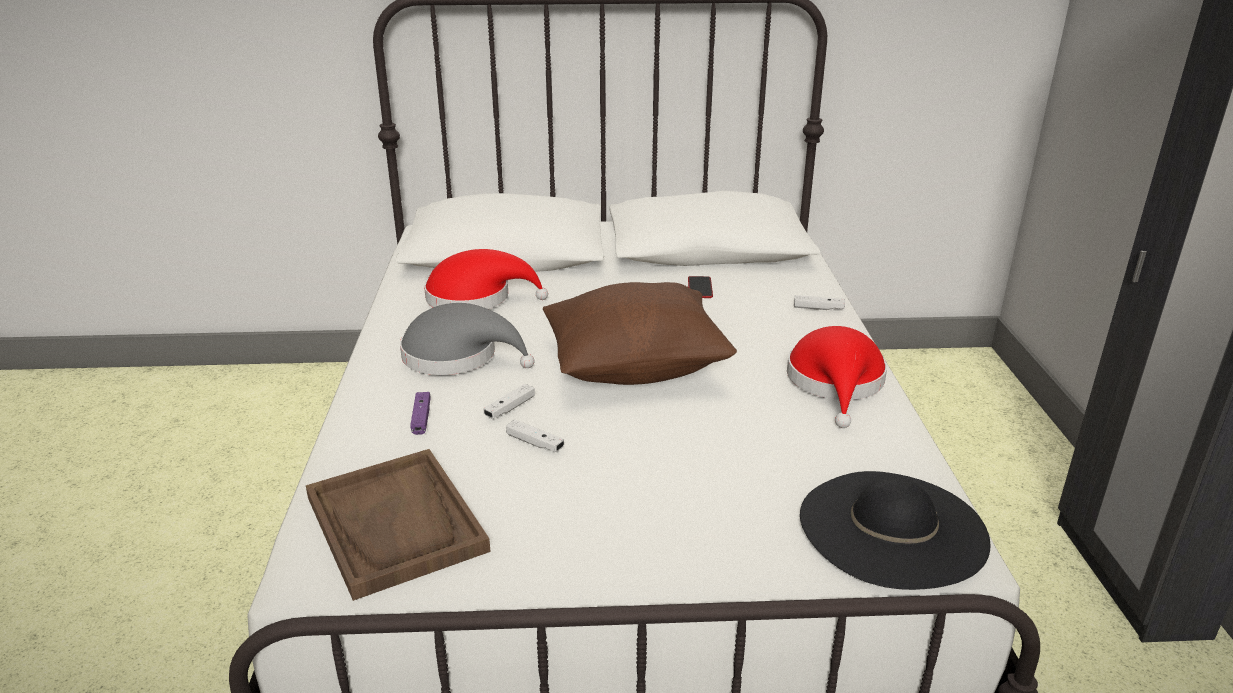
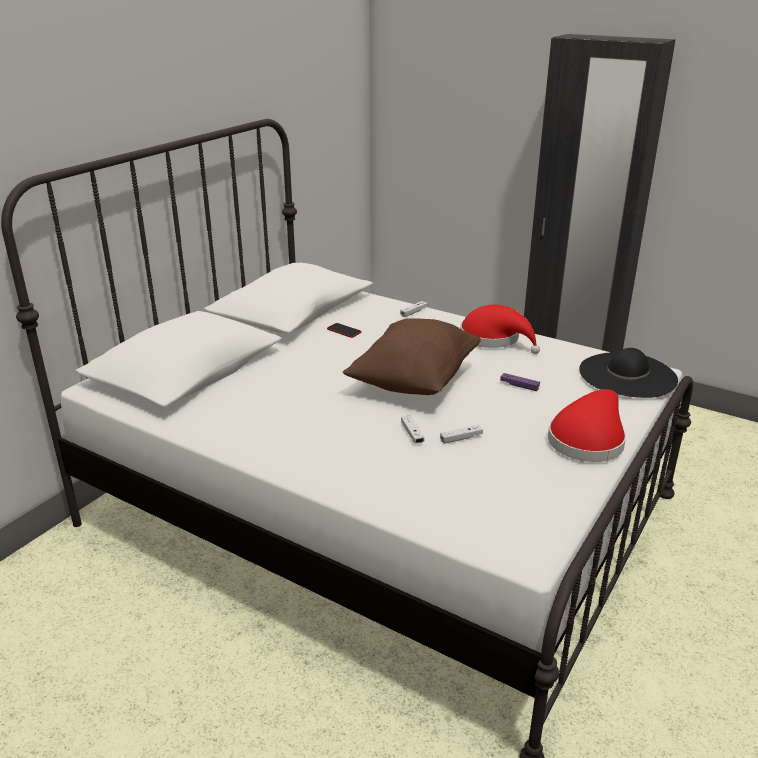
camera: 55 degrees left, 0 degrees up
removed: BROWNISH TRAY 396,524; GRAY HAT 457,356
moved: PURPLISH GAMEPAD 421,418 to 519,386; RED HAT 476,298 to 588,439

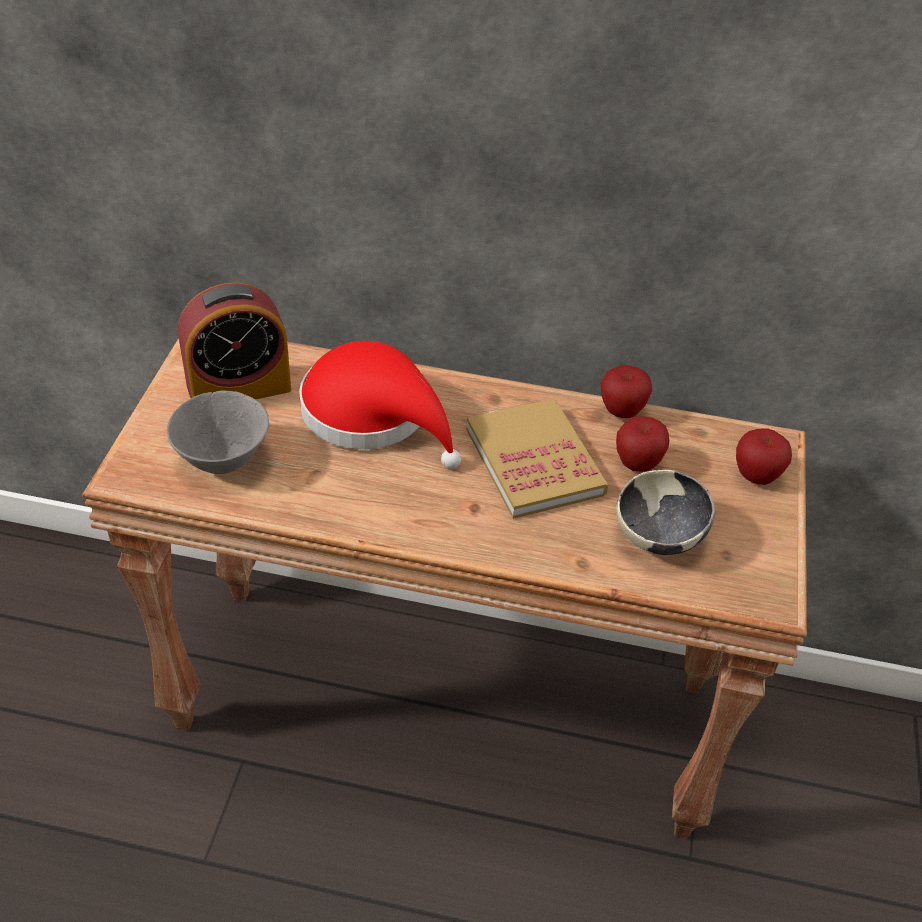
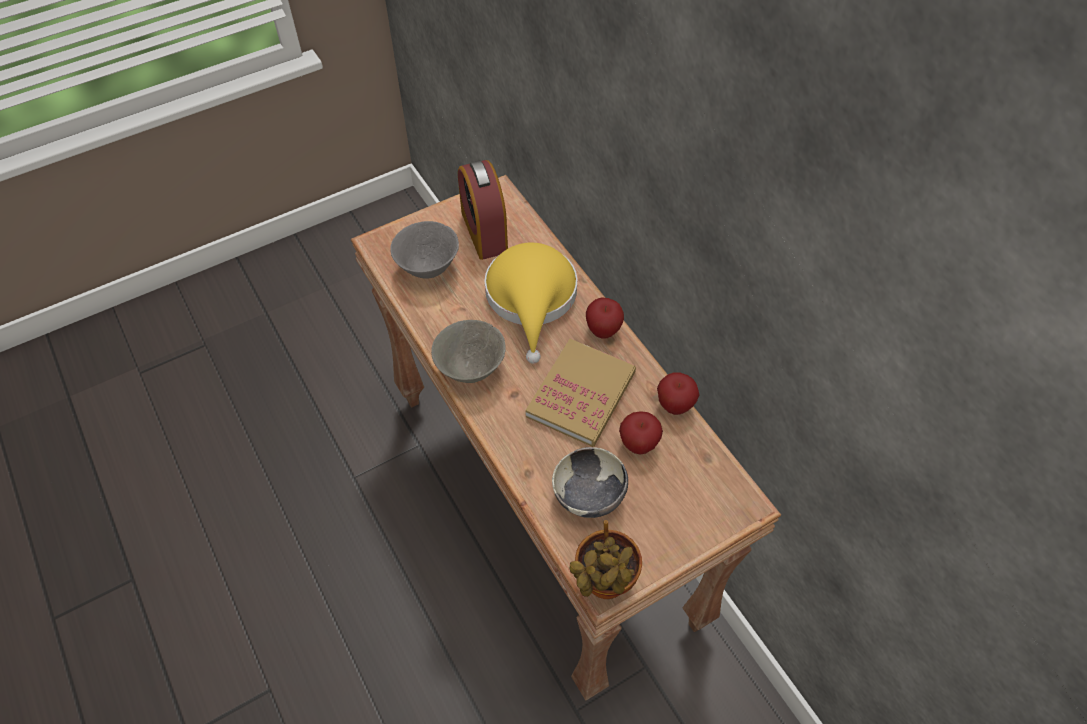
camera: 50 degrees right, 10 degrees up
added: GRAY DEEP DISH 470,369; HOUSEPLANT 603,585
moved: APPLE FRUIT 755,476 to 603,331
recoloured: RED HAT 374,415 to YELLOW HAT 532,299
turned: BEDSIDE CLOCK 239,388 = 484,232 45 degrees clockwise

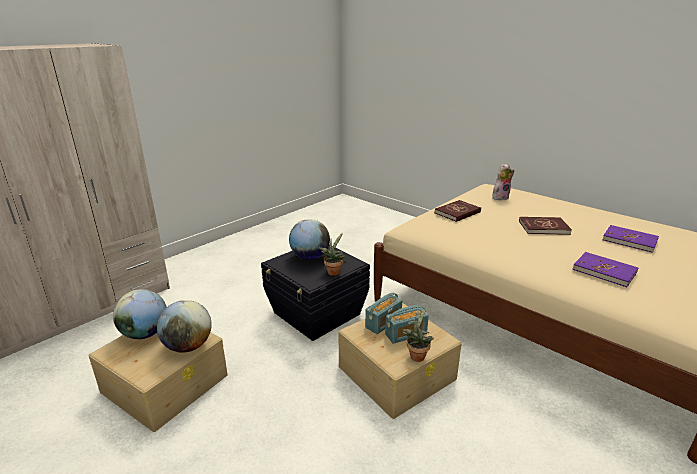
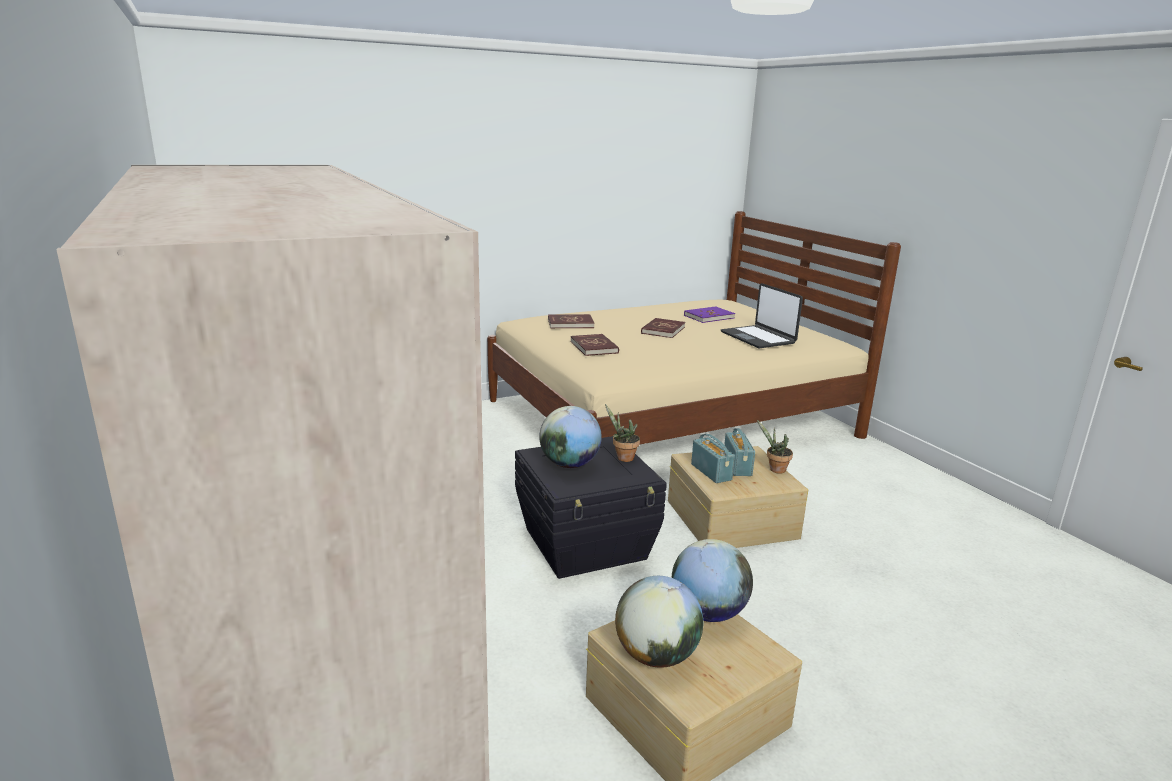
camera: 70 degrees left, 5 degrees down
replaced: CUDDLY TOY 500,197 to RED VOLUME 570,324; PURPLISH VOLUME 604,271 to NOTEBOOK COMPUTER 758,338

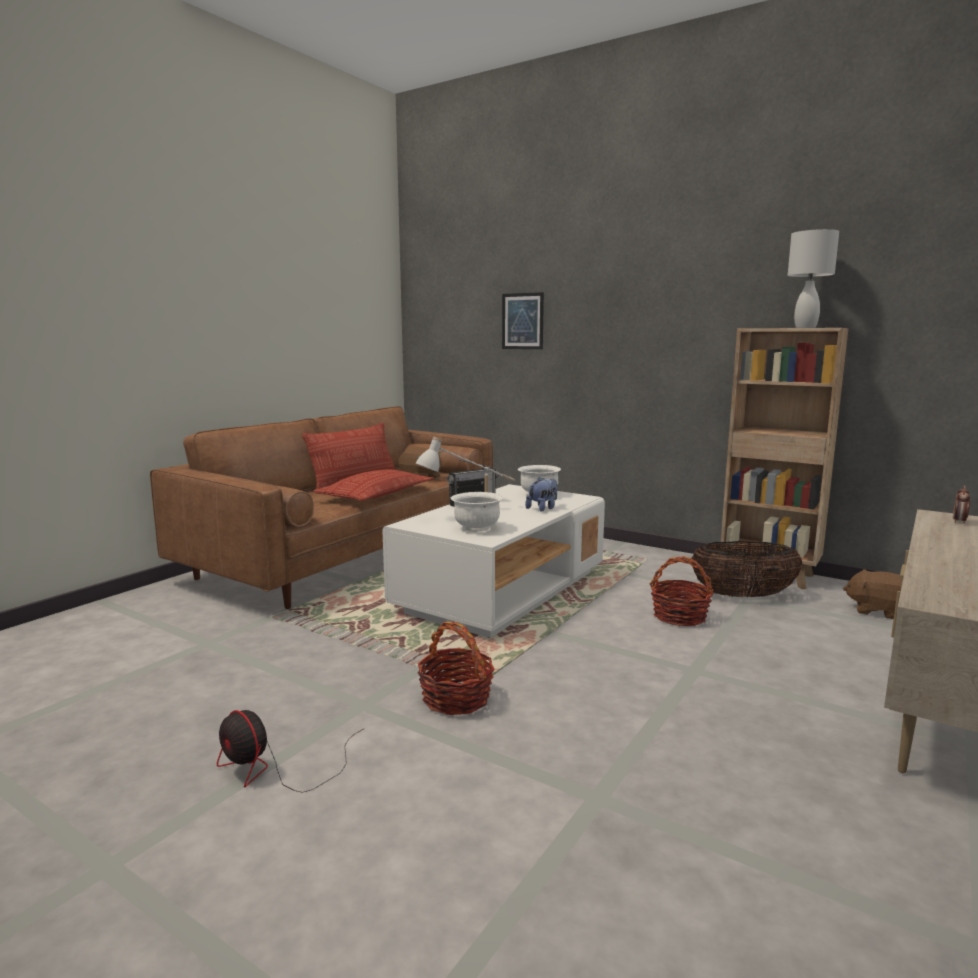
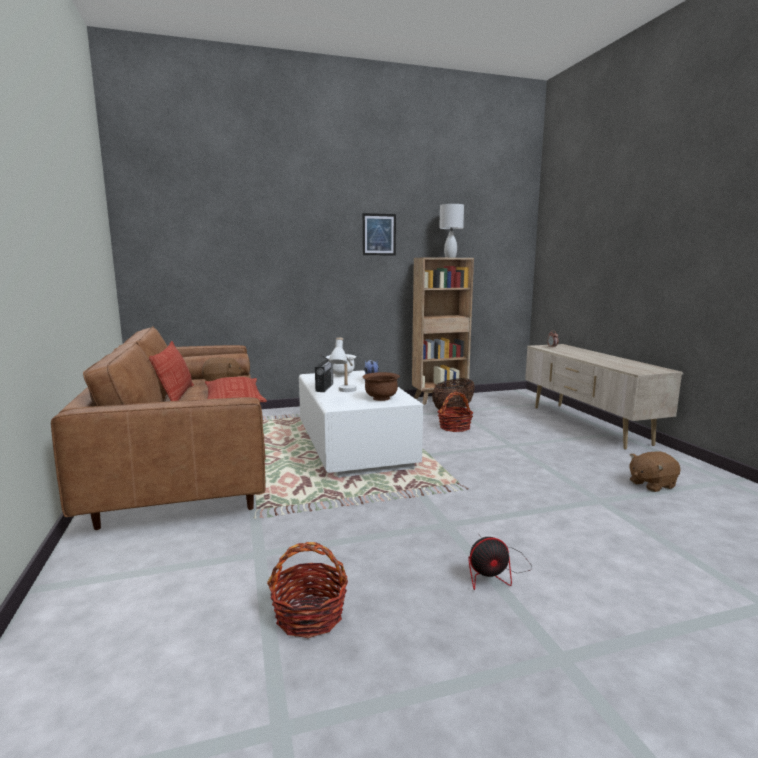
camera: 50 degrees left, 0 degrees up
moved: STORAGE BASKET 456,698 to 309,615; WALL PICTURE 522,321 to 379,234; BROWNISH CUDDLY TOY 876,610 to 651,484
recoloured: WHITISH DEEP DISH 476,528 to BROWNISH DEEP DISH 381,398

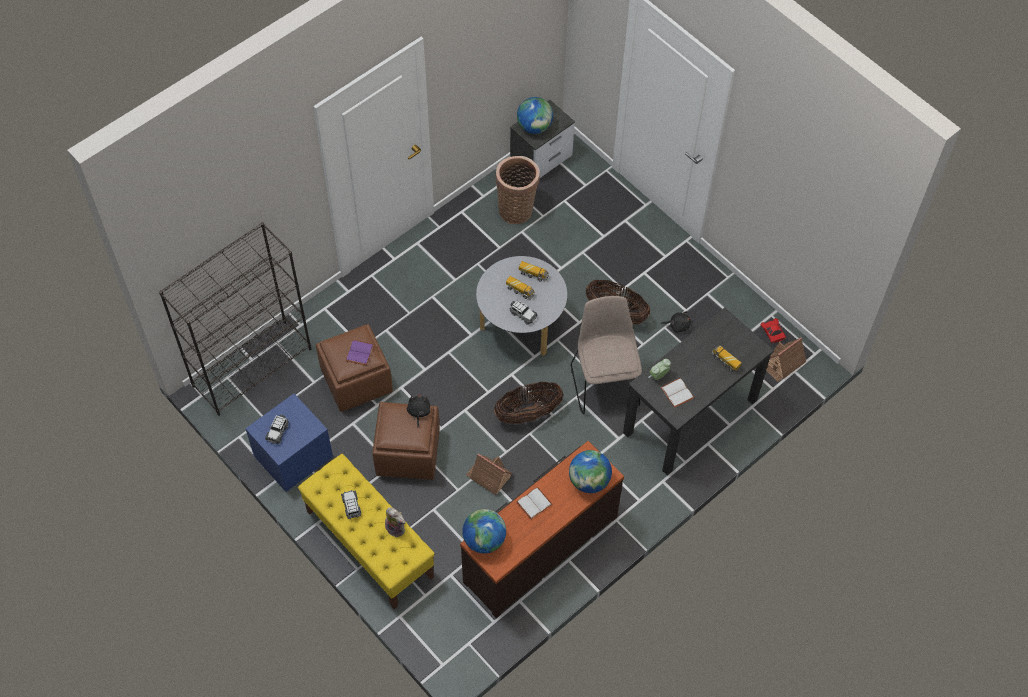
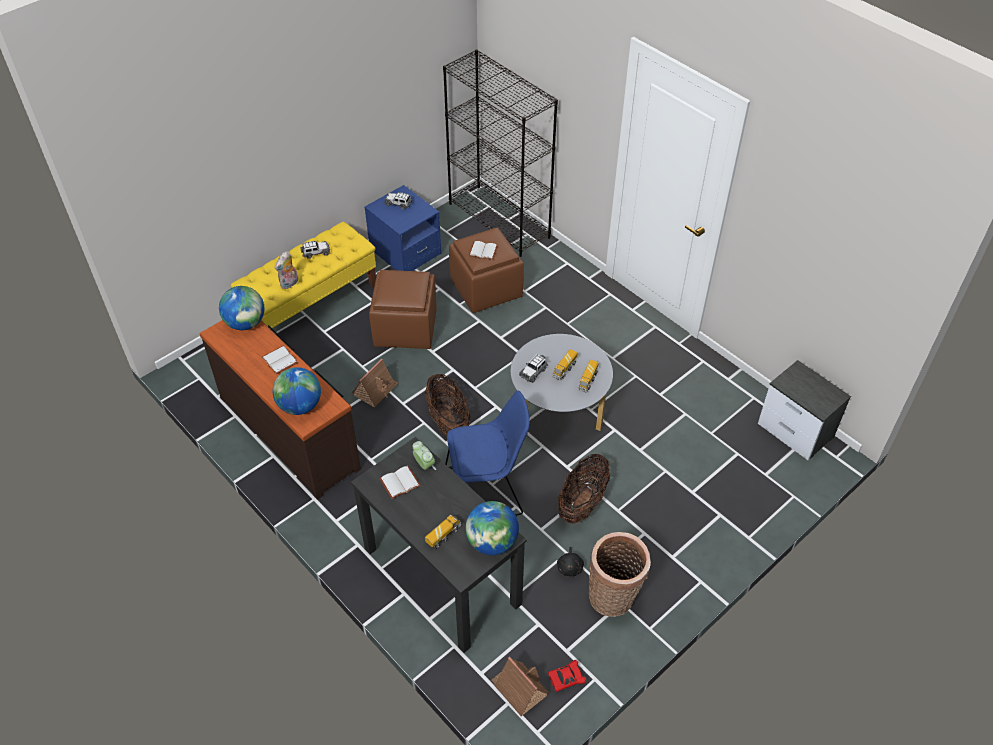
camera: 90 degrees right, 10 degrees down
removed: BLACK CUDDLY TOY 418,412
moved: DESK GLOBE 534,127 to 492,542; STORAGE BASKET 517,208 to 614,598
recoloured: BEIGE-COLOURED CHAIR 605,383 to BLUE-COLOURED CHAIR 487,490; PURPLISH VOLUME 360,353 to WHITISH VOLUME 482,252

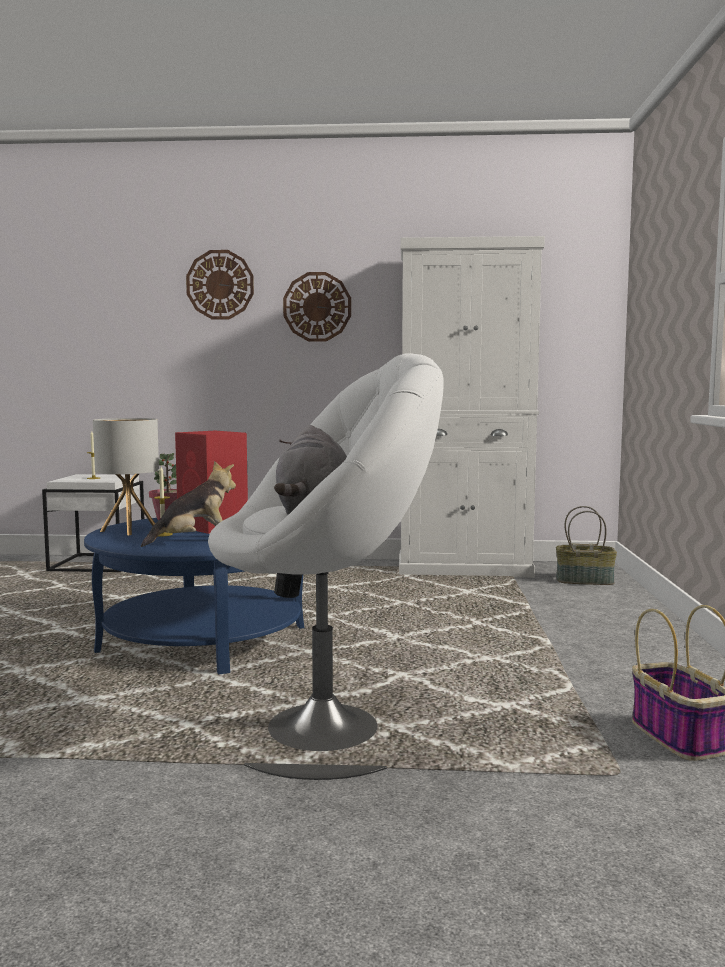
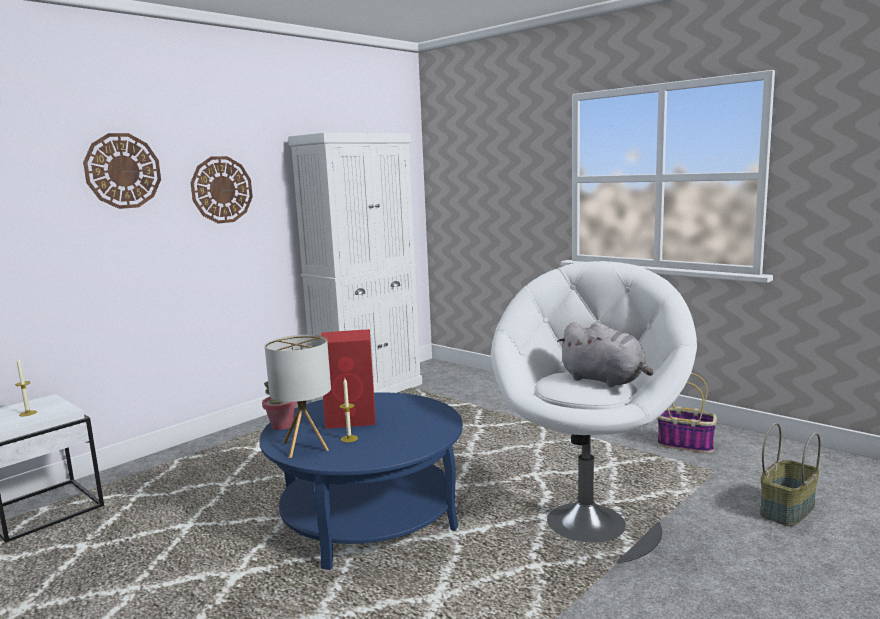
camera: 50 degrees left, 5 degrees up
removed: CUDDLY TOY 194,541
moved: STORAGE BASKET 585,580 to 786,509

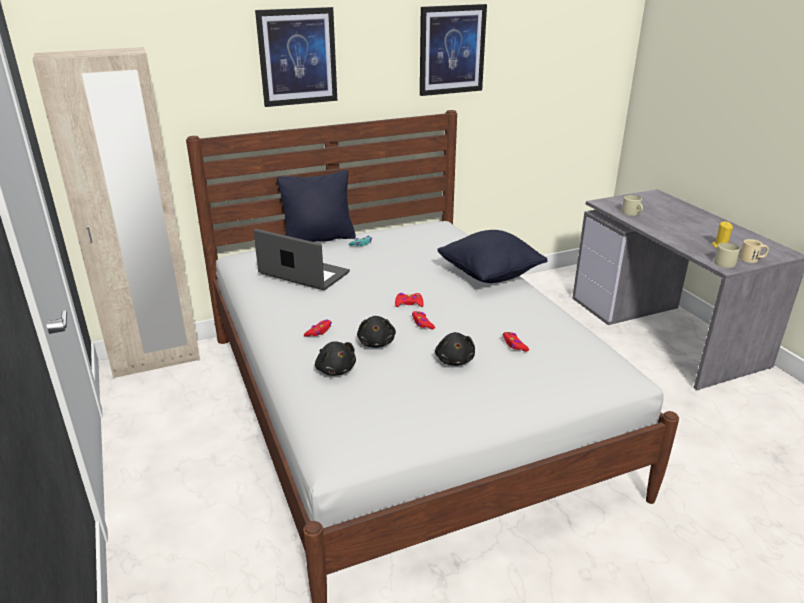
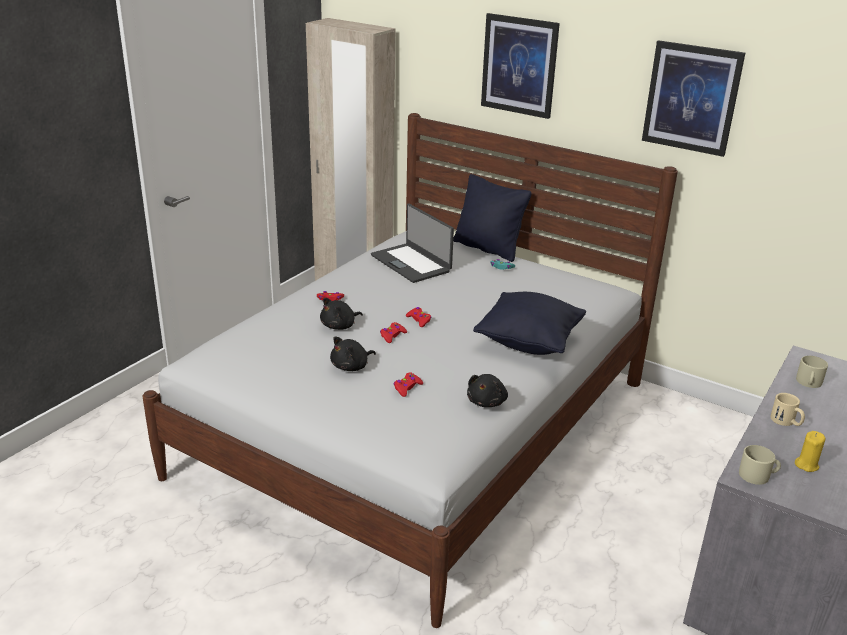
camera: 55 degrees right, 0 degrees up
moved: BLACK CUDDLY TOY 335,369 to 487,402; BEIGE-COLOURED COFFEE MUG 752,259 to 786,422
turned: NOTEBOOK COMPUTER 303,274 = 411,263 150 degrees clockwise

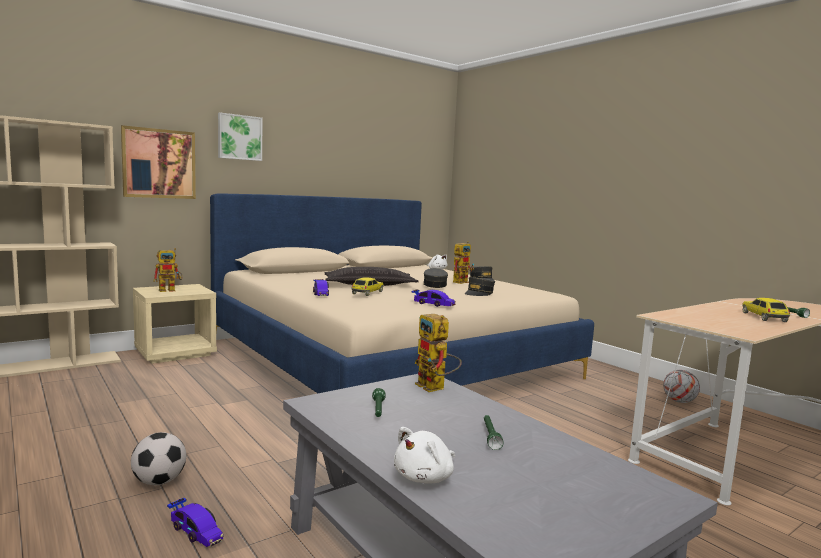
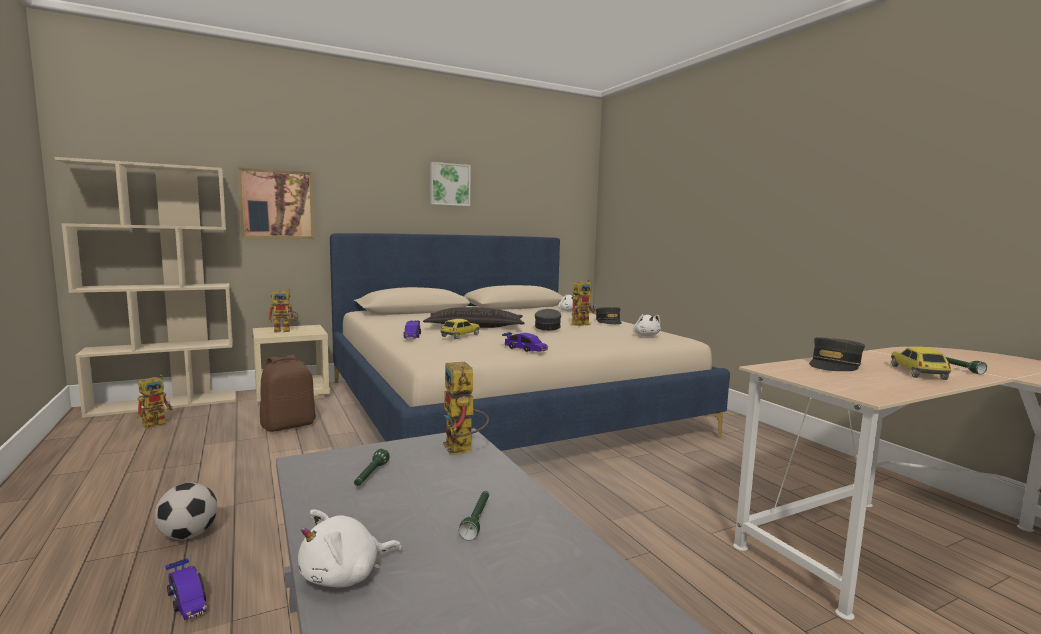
camera: 10 degrees right, 0 degrees up
removed: FOOTBALL 679,401
added: MODEL ROBOT 158,423; BROWNISH BACKPACK 288,425; WHITISH CUDDLY TOY 646,336
moved: WALL PICTURE 239,137 to 449,184; GRAY BASEBALL CAP 479,293 to 834,365

